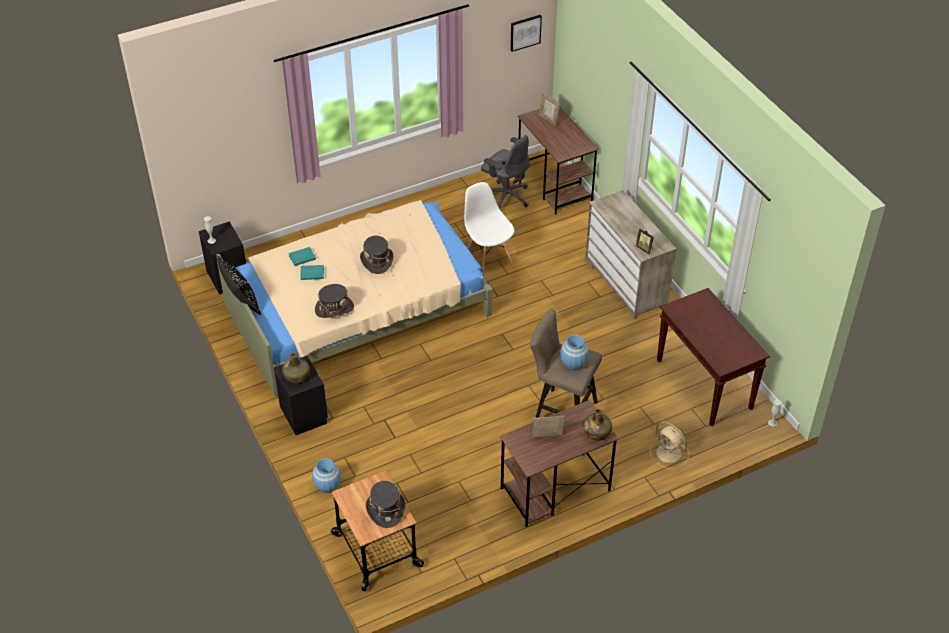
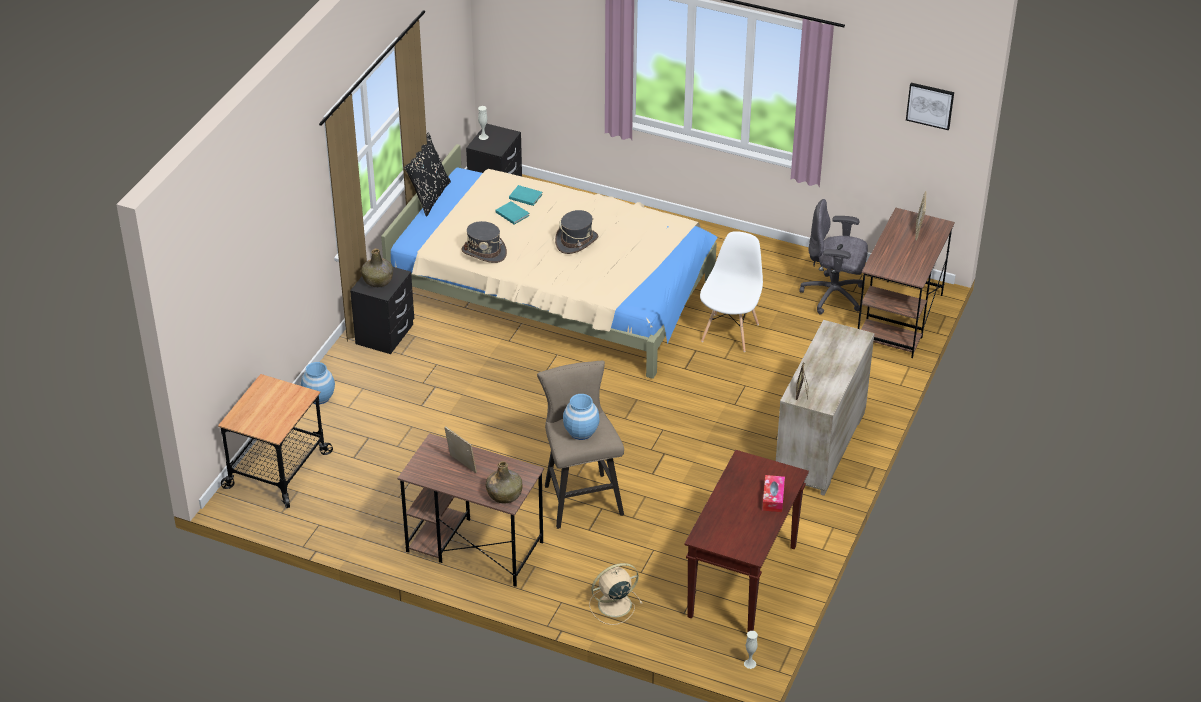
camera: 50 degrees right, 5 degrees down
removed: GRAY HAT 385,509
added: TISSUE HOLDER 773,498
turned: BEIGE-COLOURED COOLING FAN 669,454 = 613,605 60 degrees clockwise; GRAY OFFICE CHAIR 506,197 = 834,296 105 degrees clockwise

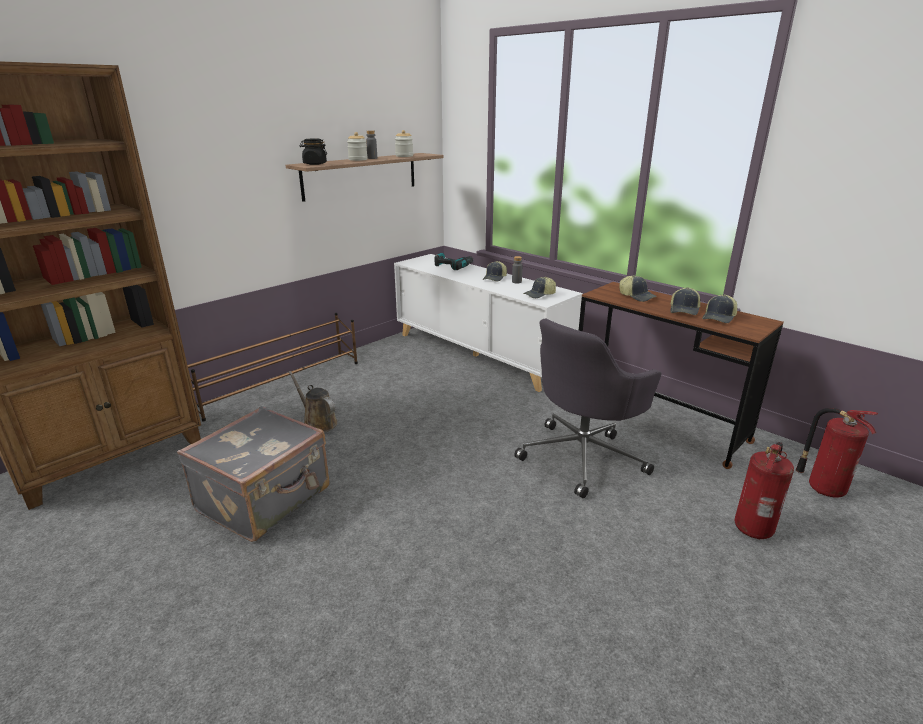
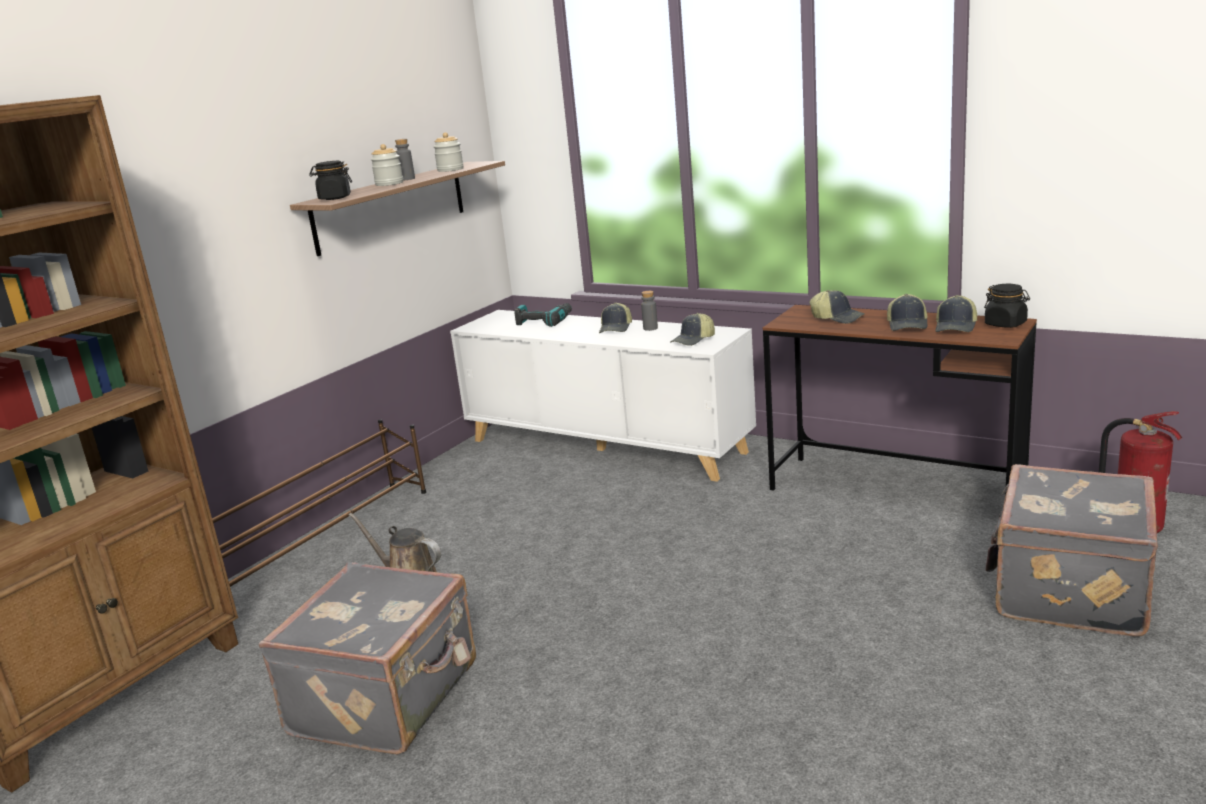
camera: 10 degrees left, 5 degrees down
removed: GRAY OFFICE CHAIR 583,456
added: BLACK STORAGE JAR 1005,324
replaced: FIRE-FIGHTING CYLINDER 754,528 to GRAY PIECE OF LUGGAGE 1067,591

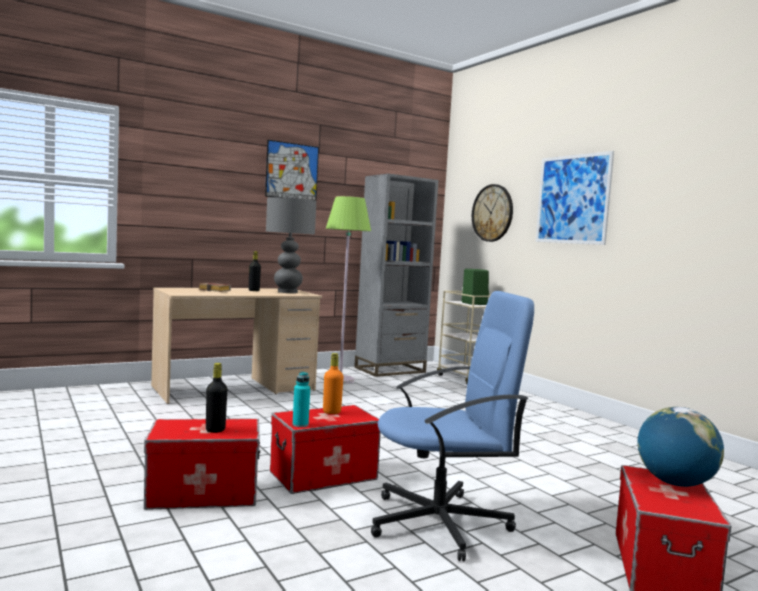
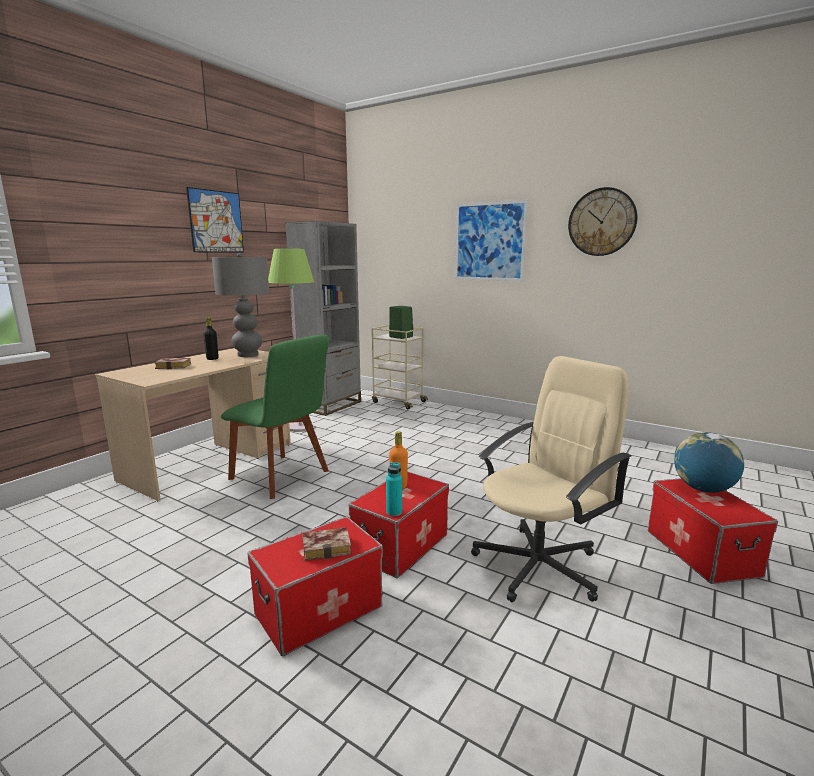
camera: 25 degrees left, 10 degrees up
added: GREEN-COLOURED CHAIR 282,476
moved: WALL CLOCK 492,213 to 602,222
replaced: BLACK BOTTLE 215,430 to VOLUME 328,547
recoloured: BLUE-COLOURED OFFICE CHAIR 441,523 to BEIGE-COLOURED OFFICE CHAIR 539,565

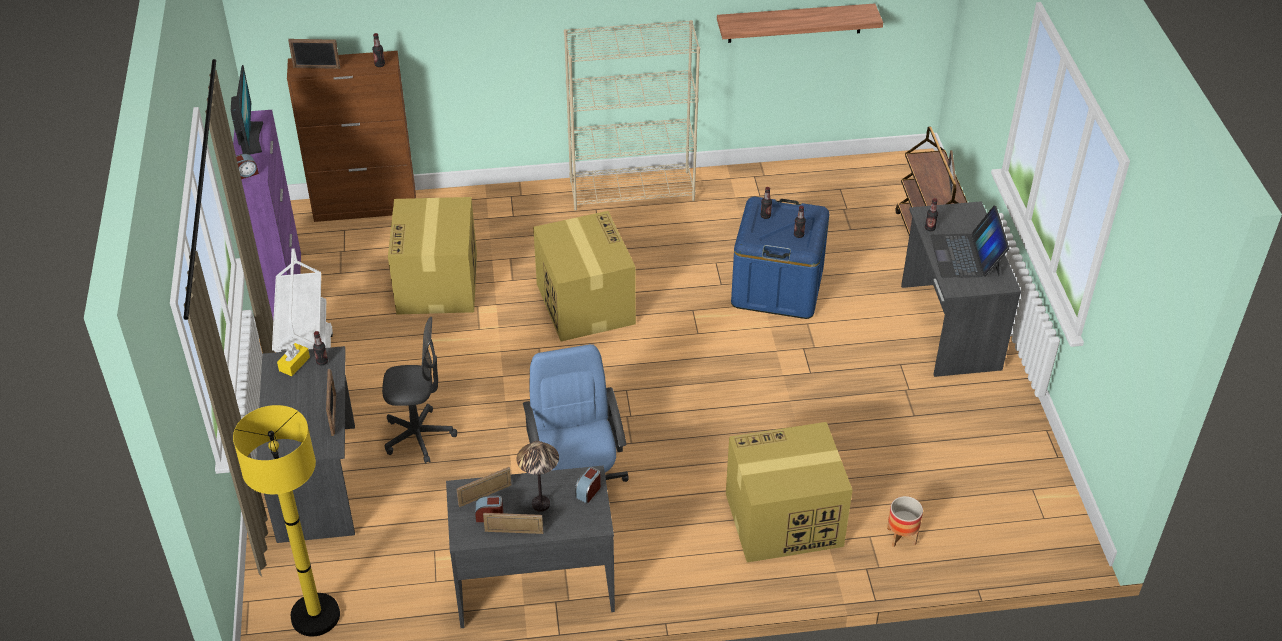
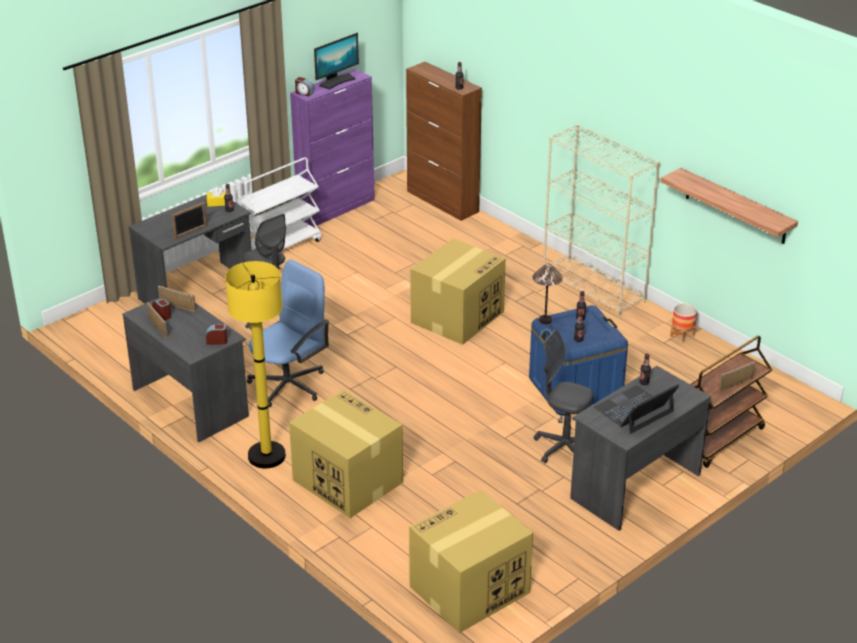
camera: 55 degrees right, 10 degrees down
removed: PICTURE FRAME 316,68
added: GRAY OFFICE CHAIR 563,448
moved: YELLOW FLOOR LAMP 315,616 to 266,456; CARTON 437,284 to 468,590; LAMP FOR A TABLE 540,504 to 545,320; FLOWER POT 901,536 to 682,336

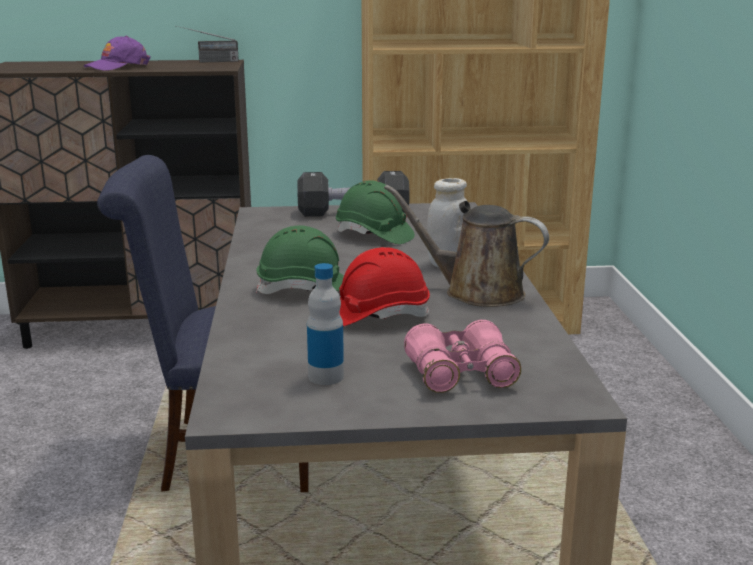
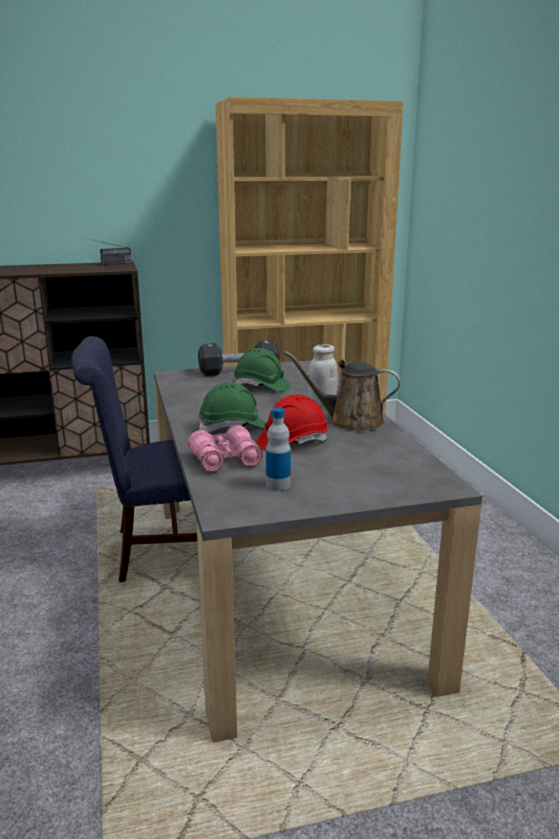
camera: 10 degrees left, 0 degrees up
removed: PURPLISH BASEBALL CAP 118,67
moved: PINKISH BINOCULARS 461,374 to 225,460

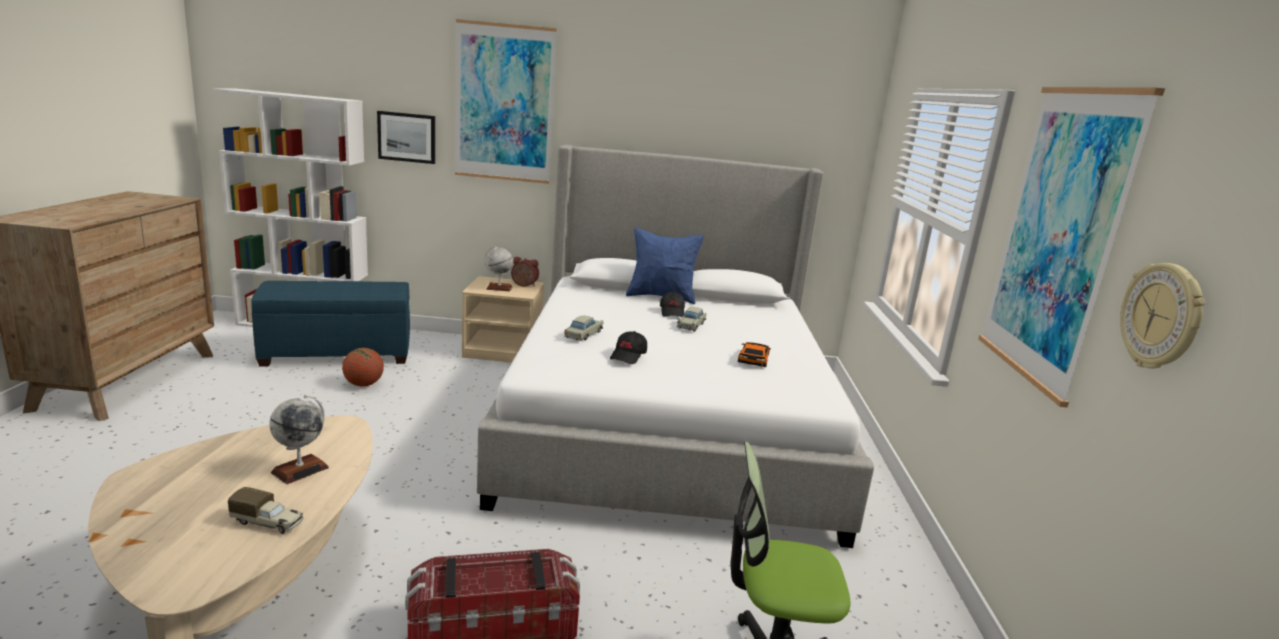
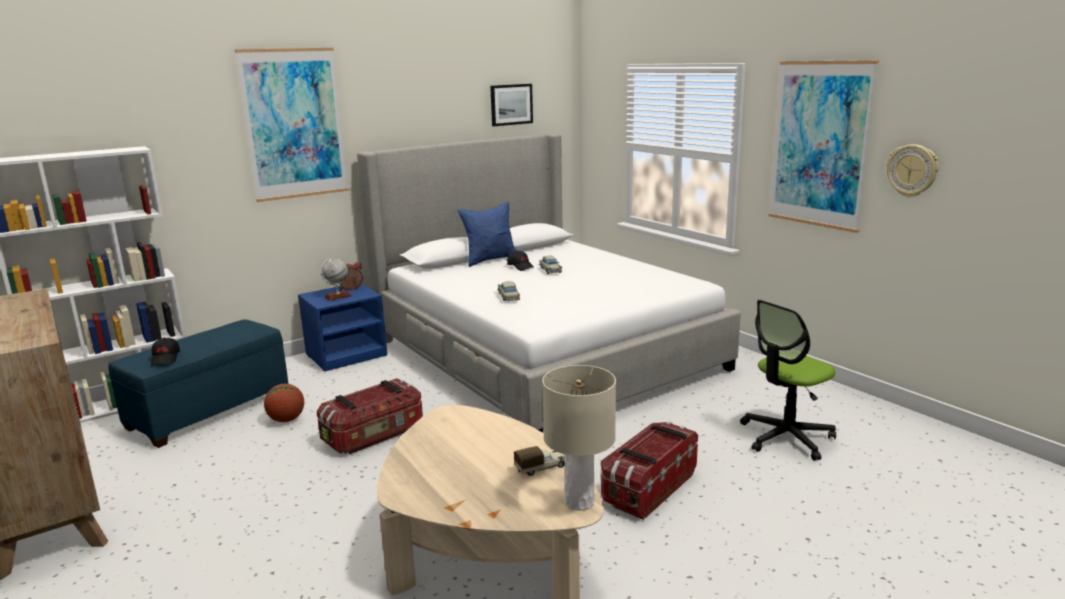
camera: 35 degrees left, 0 degrees up
removed: DESK GLOBE 300,470; TOY CAR 753,359
added: STORAGE BIN 374,435; BEIGE-COLOURED LAMP FOR A TABLE 579,503
moved: BLACK BASEBALL CAP 628,356 to 166,358; WALL PICTURE 407,137 to 511,104
recoloured: BEIGE-COLOURED NIGHT TABLE 503,351 to BLUE-COLOURED NIGHT TABLE 346,355

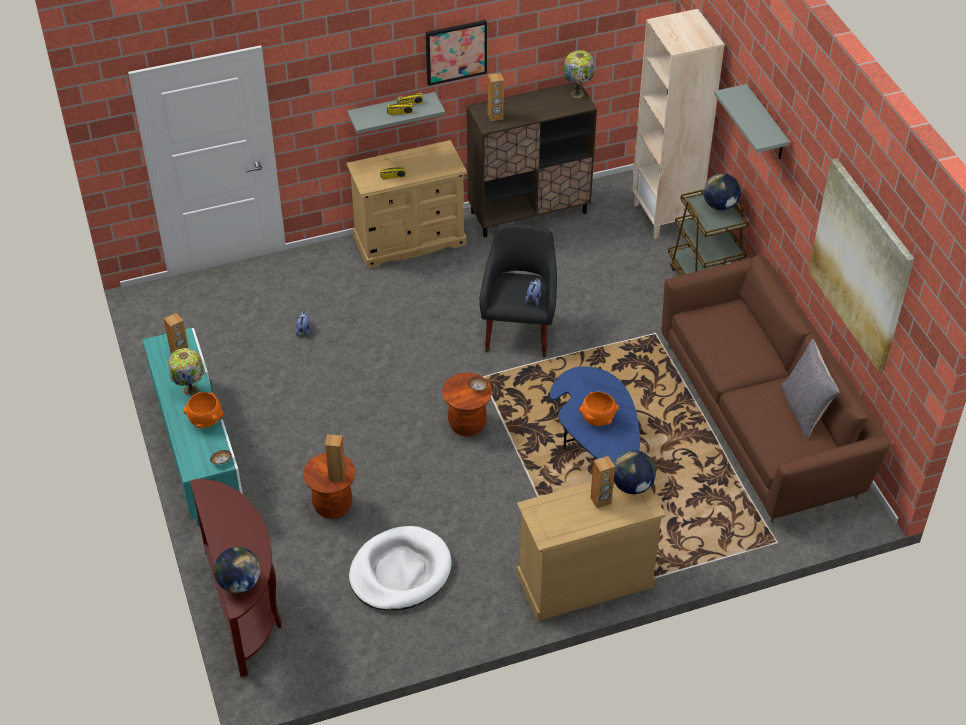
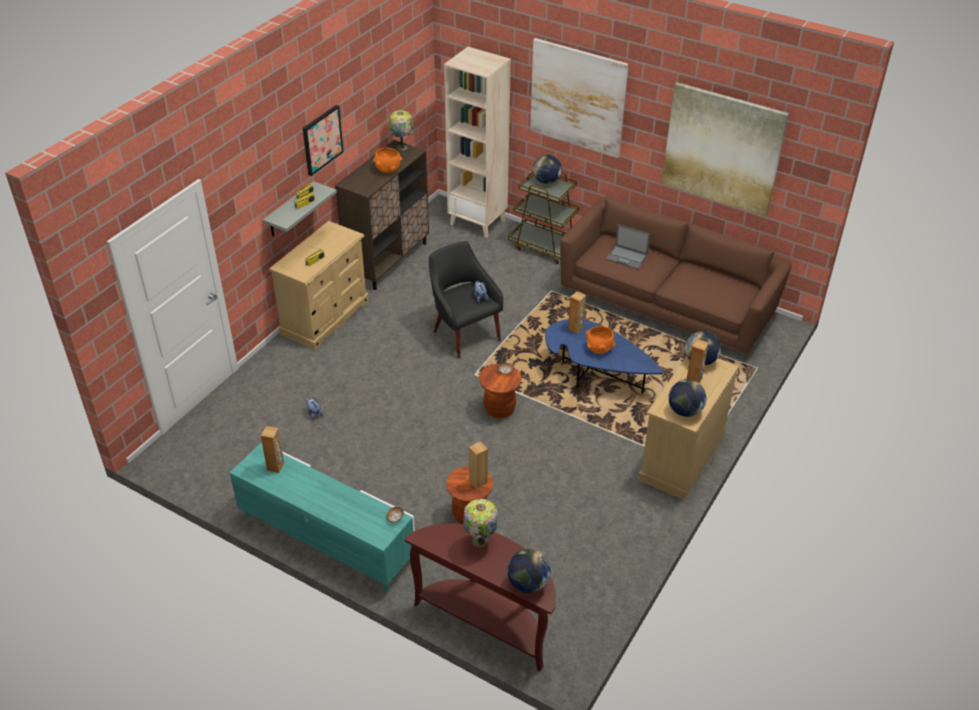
camera: 40 degrees left, 5 degrees down
removed: WHITISH DOG CUSHION 400,572; GRAY CUSHION 804,410
added: NOTEBOOK COMPUTER 627,257; DESK GLOBE 684,411
moved: ORANGEY DEEP DISH 205,420 to 388,170; LAMP FOR A TABLE 189,391 to 480,542; BROWNISH AUDIO SPEAKER 495,116 to 575,329
replaced: GRAY BRACKET SHELF 766,124 to WALL PICTURE 577,98

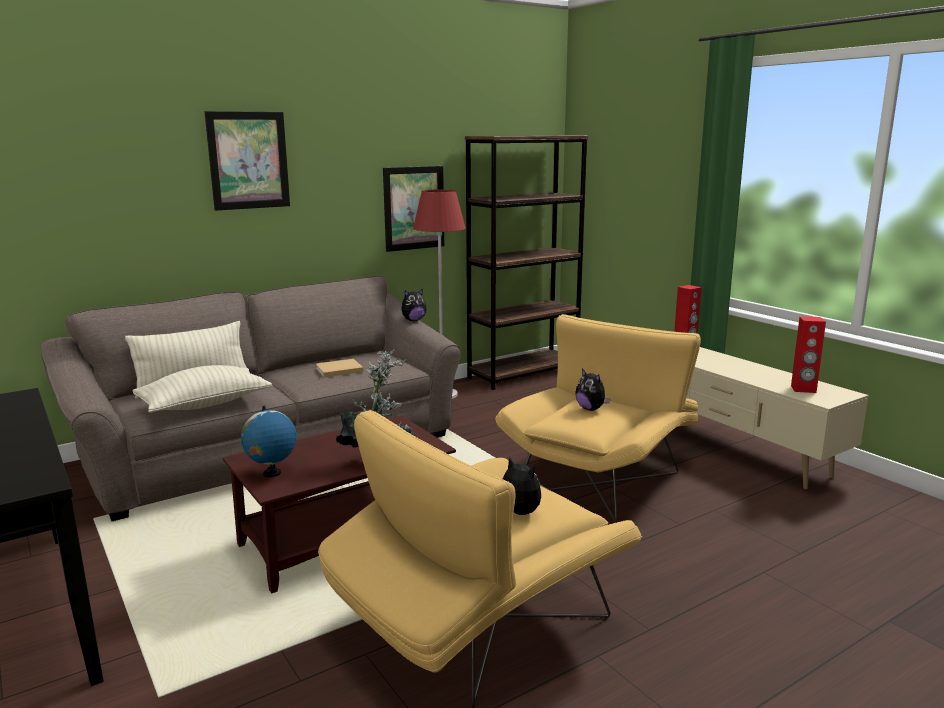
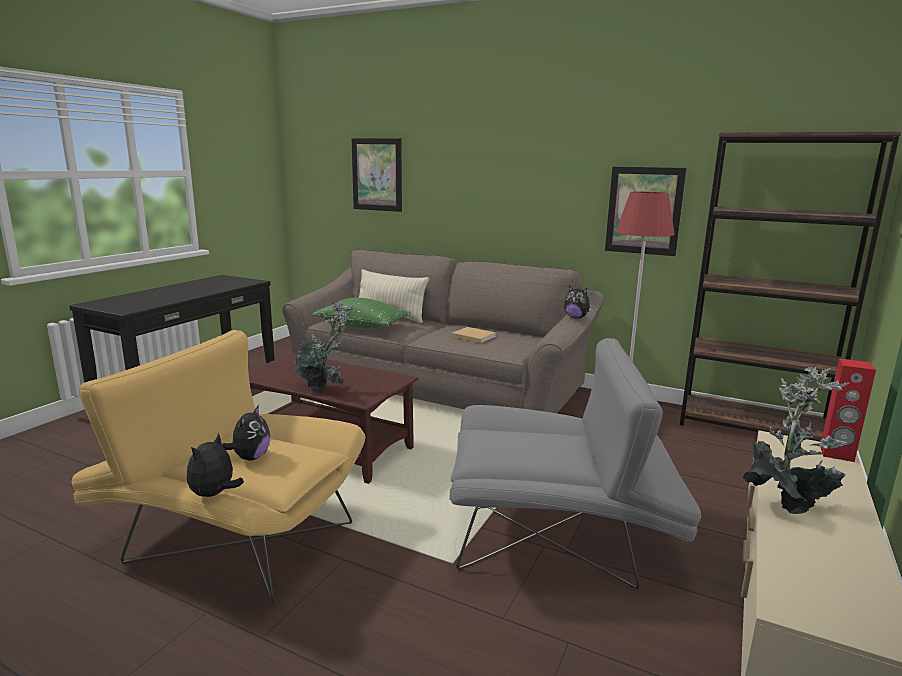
camera: 60 degrees right, 0 degrees up
removed: DESK GLOBE 271,473; RED AUDIO SPEAKER 803,389
added: HOUSEPLANT 786,504
moved: CUDDLY TOY 591,409 to 214,494; WALL PICTURE 248,160 to 377,174
recoloured: BEIGE-COLOURED CUSHION 204,405 to GREEN-COLOURED CUSHION 362,326; YELLOW ARMCHAIR 601,477 to GRAY ARMCHAIR 559,535

